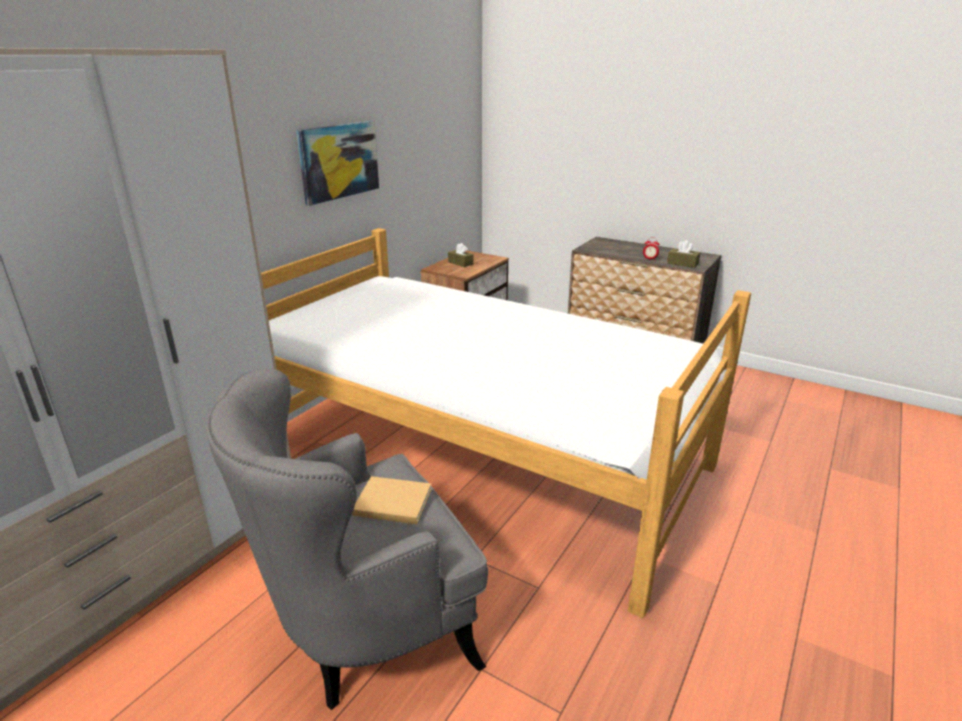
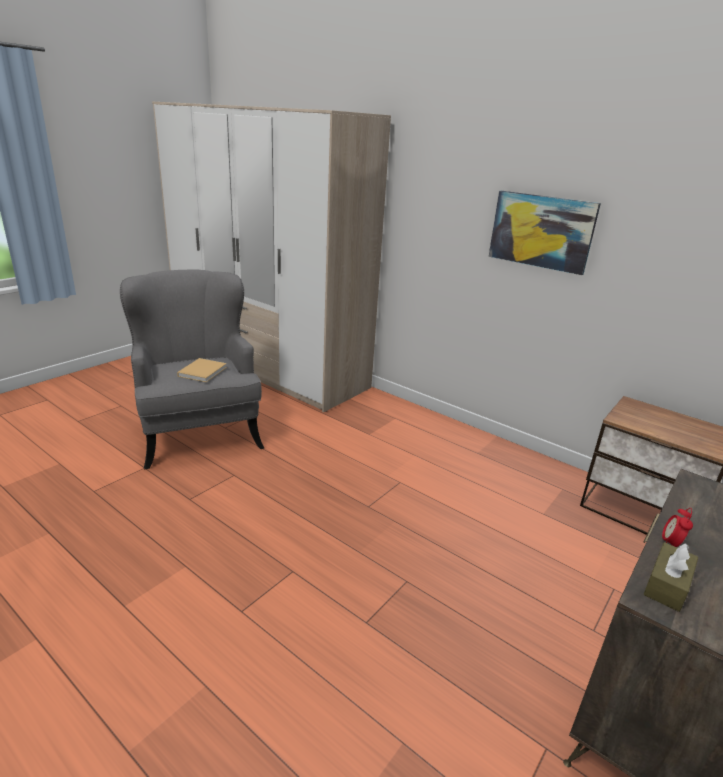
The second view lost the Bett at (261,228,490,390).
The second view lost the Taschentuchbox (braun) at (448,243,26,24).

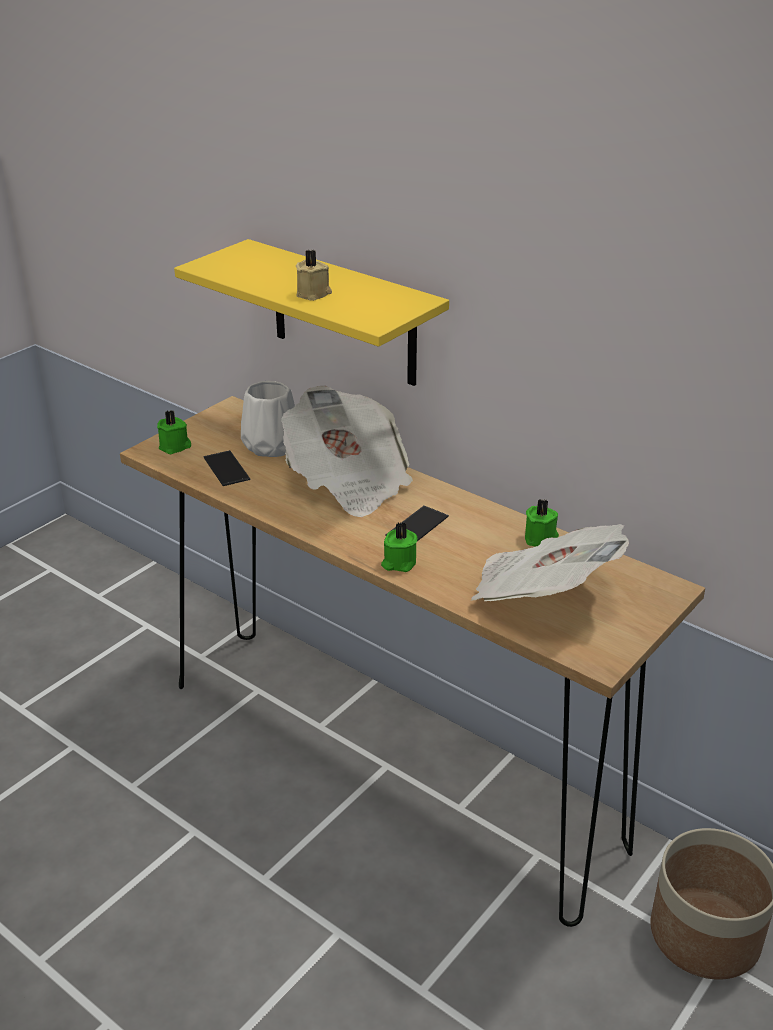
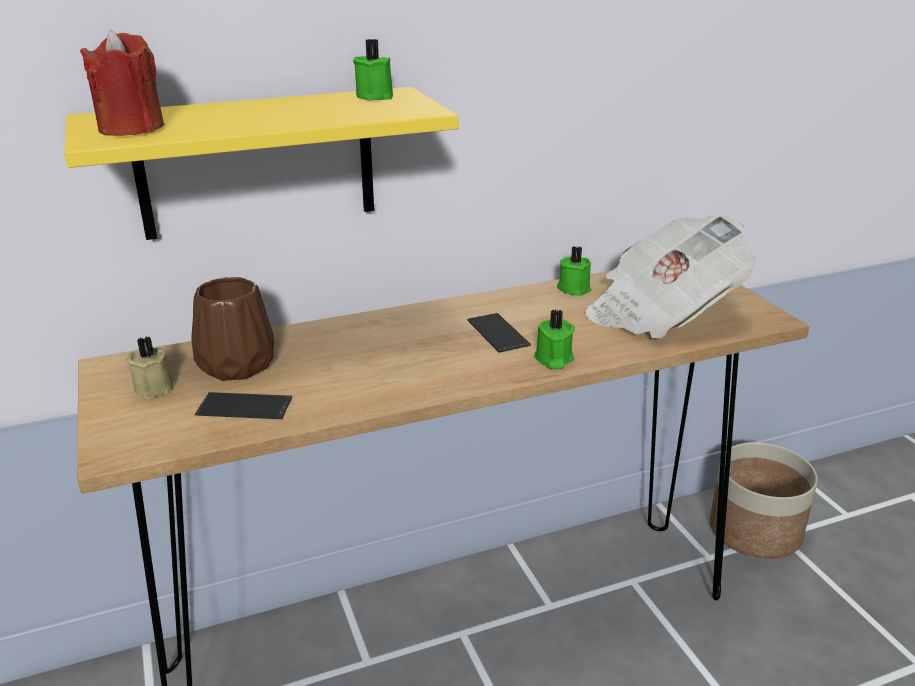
The Kerze (beige) ended up elsewhere, having gone from (296,250,36,51) to (126,336,47,63).
What was the Vase (weiß) at (241,381,54,76) turned into the Vase (braun) at (191,277,83,104).
The second view lost the Zeitung at (281,386,132,131).
The Kerze (grün) ended up elsewhere, having gone from (157,411,34,43) to (353,39,40,62).
The second view gained the Kerze (rot) at (80,30,84,106).

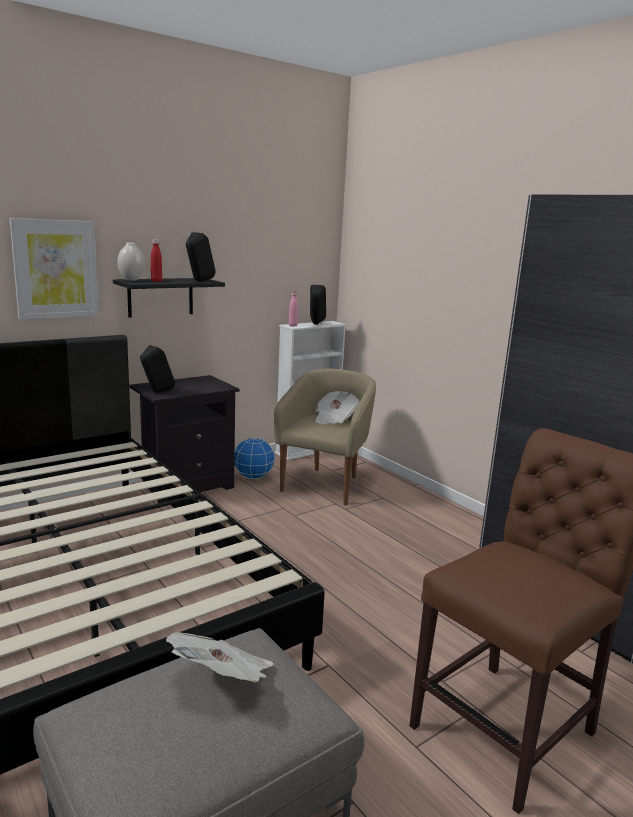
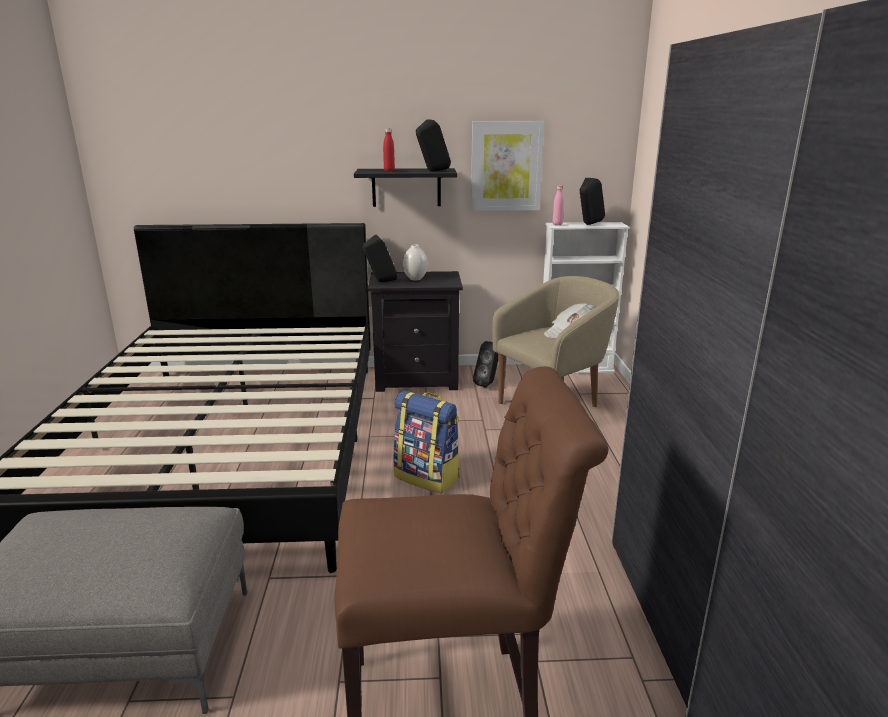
The Bild ended up elsewhere, having gone from (10,218,89,102) to (471,121,73,90).
The Vase (weiß) ended up elsewhere, having gone from (117,243,28,38) to (403,244,25,37).
Where the Globus stood at (234,437,41,42), the Lautsprecher (schwarz) came to stand at (473,341,25,47).
The second view lost the Zeitung at (166,632,108,51).
The second view gained the Rucksack at (393,391,67,103).

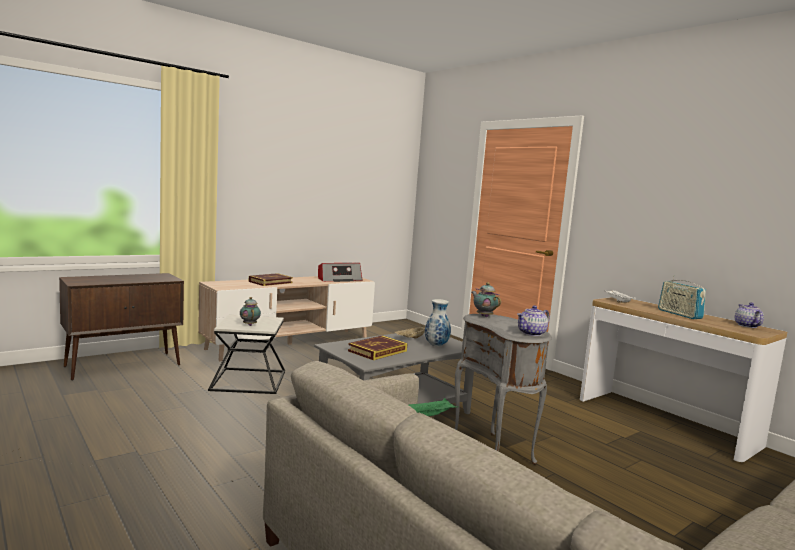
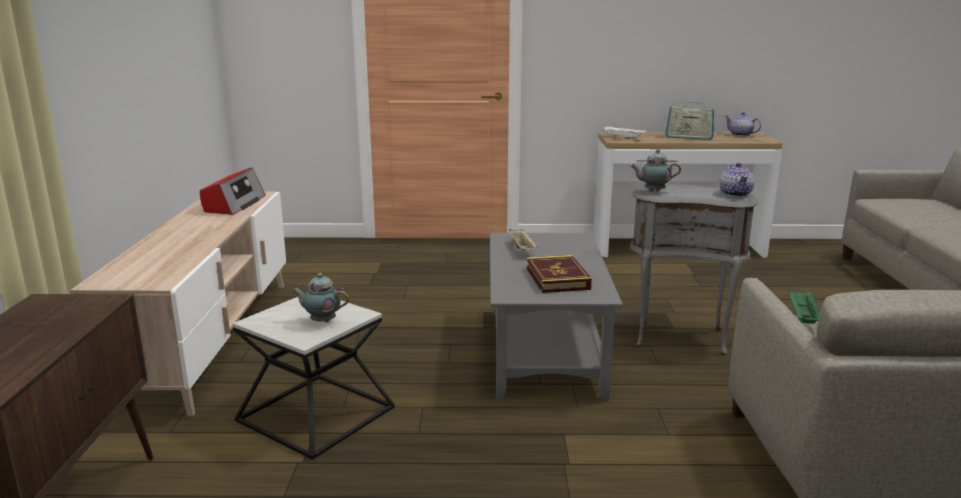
The second view lost the Buch at (249,273,44,13).
The second view lost the Vase at (425,299,26,47).

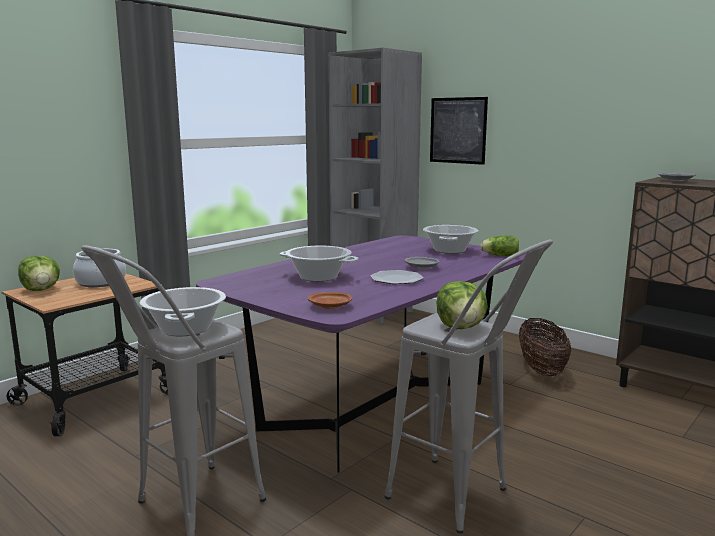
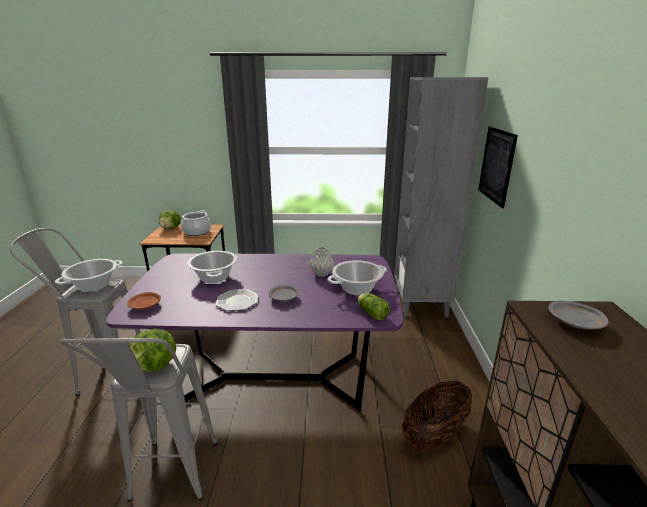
The second view gained the Vase (grau) at (309,247,25,30).

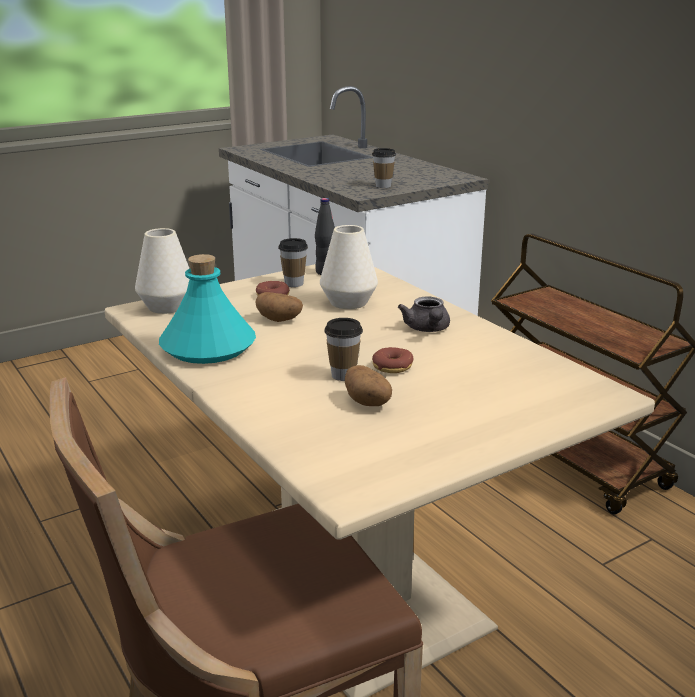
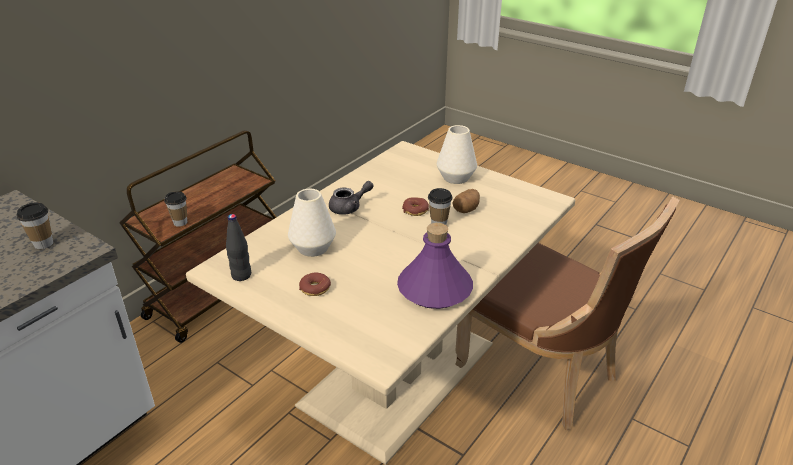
The Vase (weiß) ended up elsewhere, having gone from (135,228,54,86) to (437,125,40,59).
The Tasse ended up elsewhere, having gone from (278,238,30,49) to (164,191,23,36).
What was the Flasche (türkis) at (159,254,97,110) turned into the Flasche (lila) at (397,223,76,86).
The second view lost the Kartoffel at (255,292,48,30).

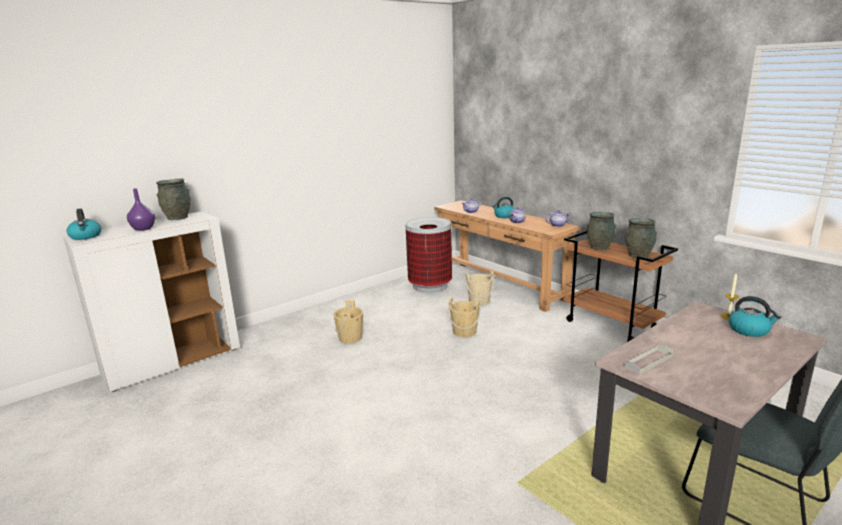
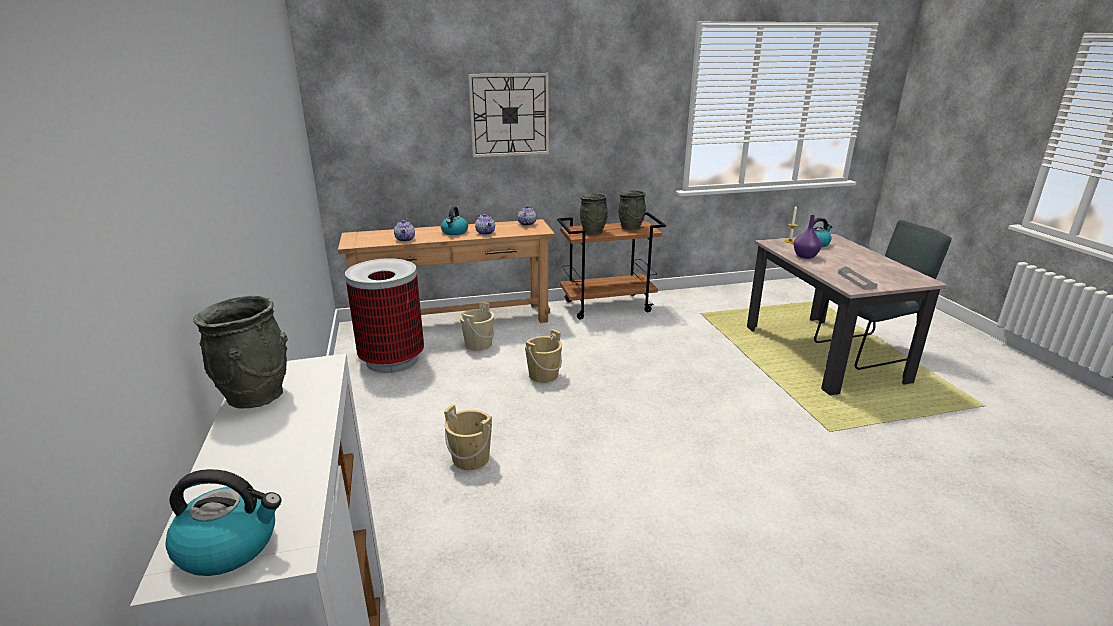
The Vase (lila) ended up elsewhere, having gone from (127,188,28,43) to (794,215,28,44).
The second view gained the Wanduhr at (468,73,81,84).

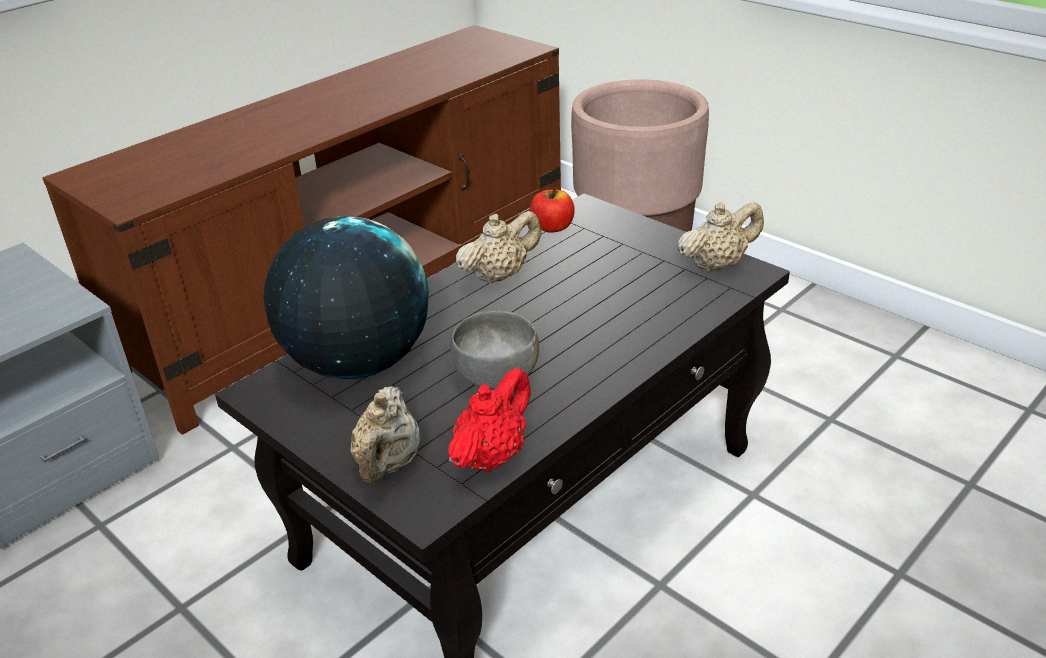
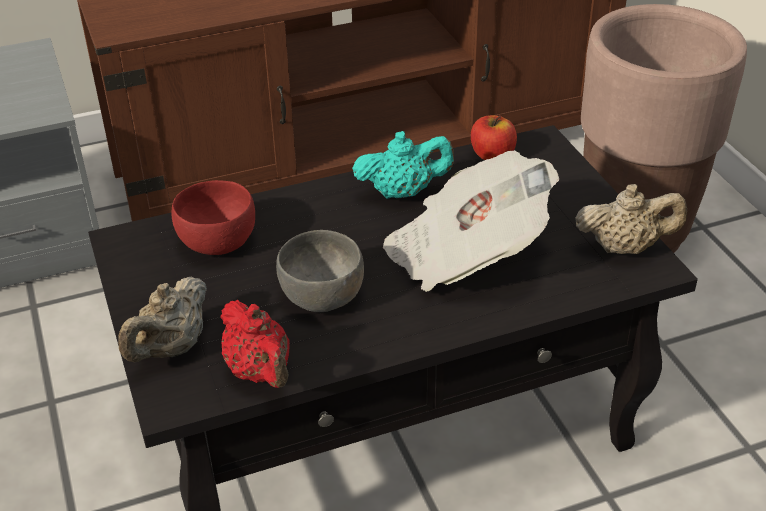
What was the Teekanne (beige) at (456,211,86,73) turned into the Teekanne (türkis) at (352,131,102,68).
Where the Globus stood at (263,216,166,163), the Schüssel (rot) came to stand at (171,180,84,75).
The Teekanne (rot) at (448,368,83,104) ended up facing another way, 90 degrees clockwise from before.
The second view gained the Zeitung at (383,150,176,142).

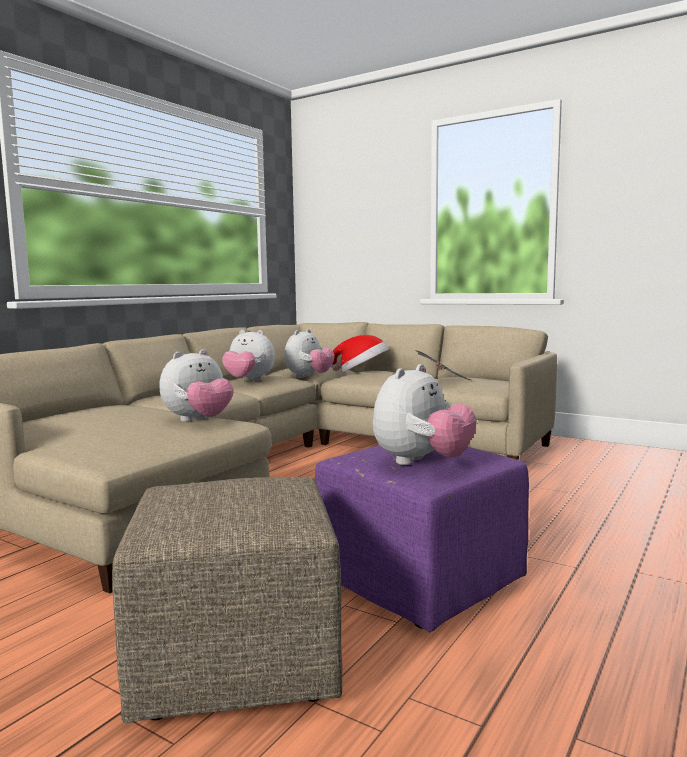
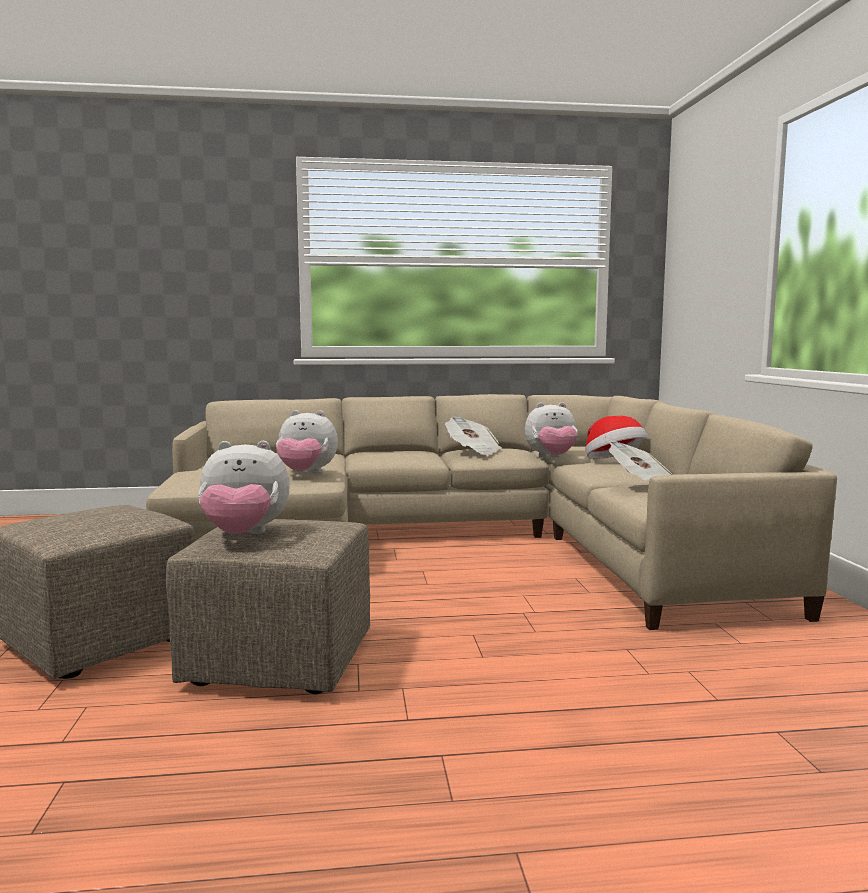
Where the Plüschtier stood at (222,330,53,51), the Zeitung came to stand at (445,417,57,39).
What was the Polsterhocker (lila) at (315,445,214,188) turned into the Polsterhocker (beige) at (166,519,204,175).

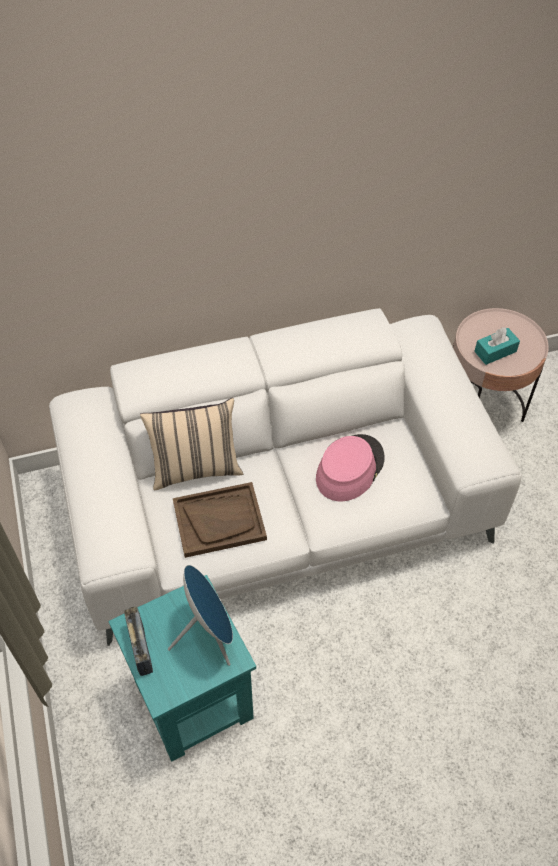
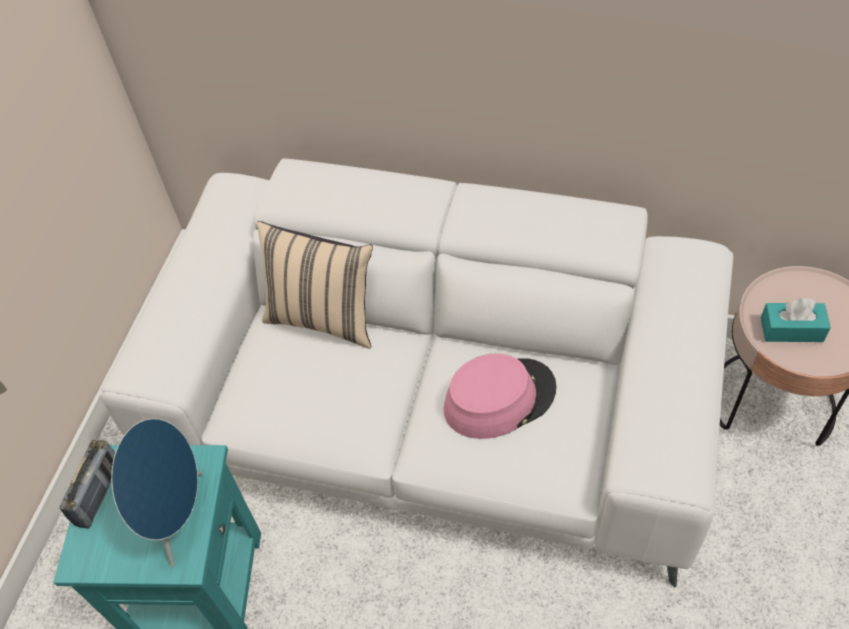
The second view lost the Tablett (braun) at (173,482,94,76).

